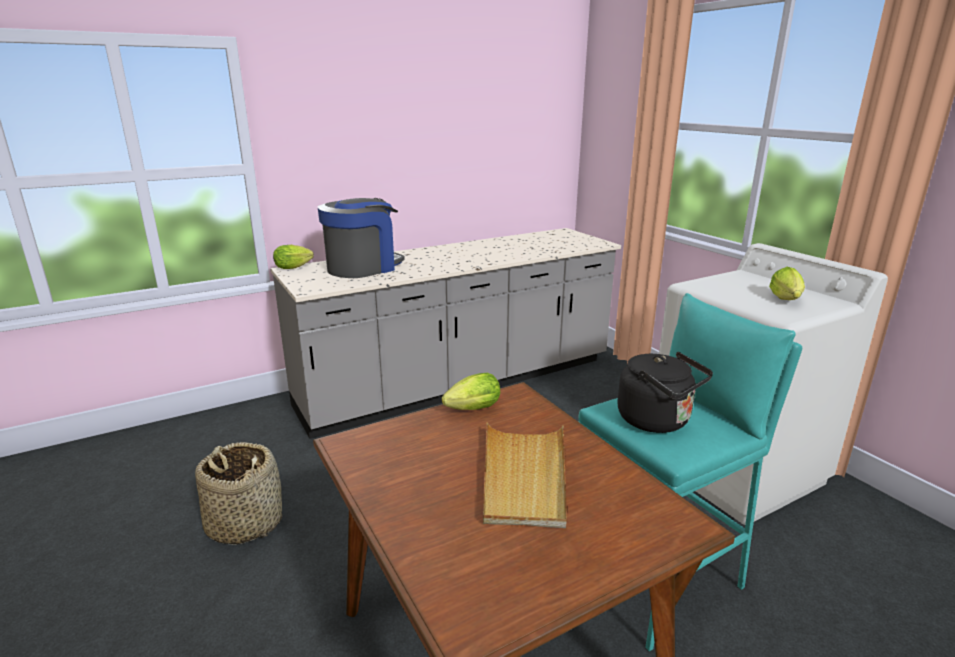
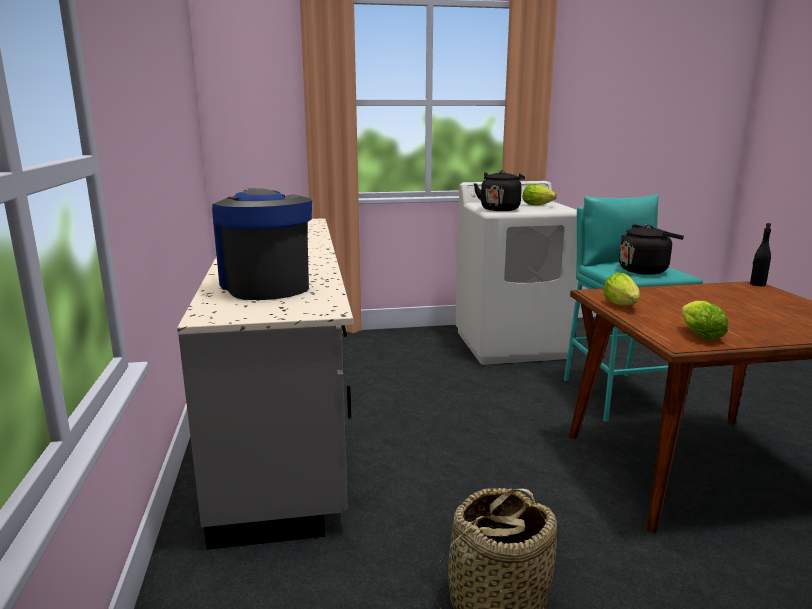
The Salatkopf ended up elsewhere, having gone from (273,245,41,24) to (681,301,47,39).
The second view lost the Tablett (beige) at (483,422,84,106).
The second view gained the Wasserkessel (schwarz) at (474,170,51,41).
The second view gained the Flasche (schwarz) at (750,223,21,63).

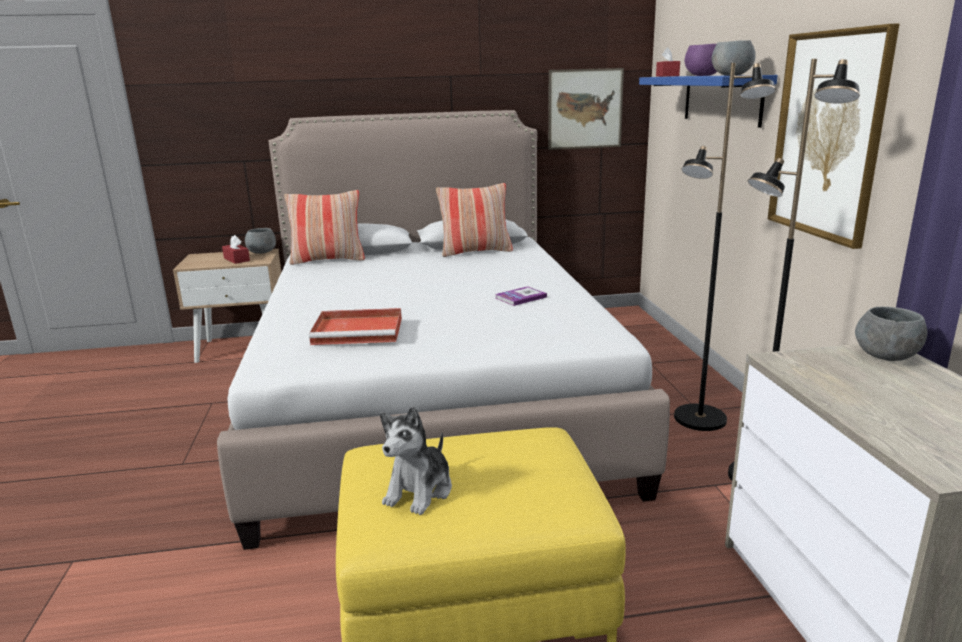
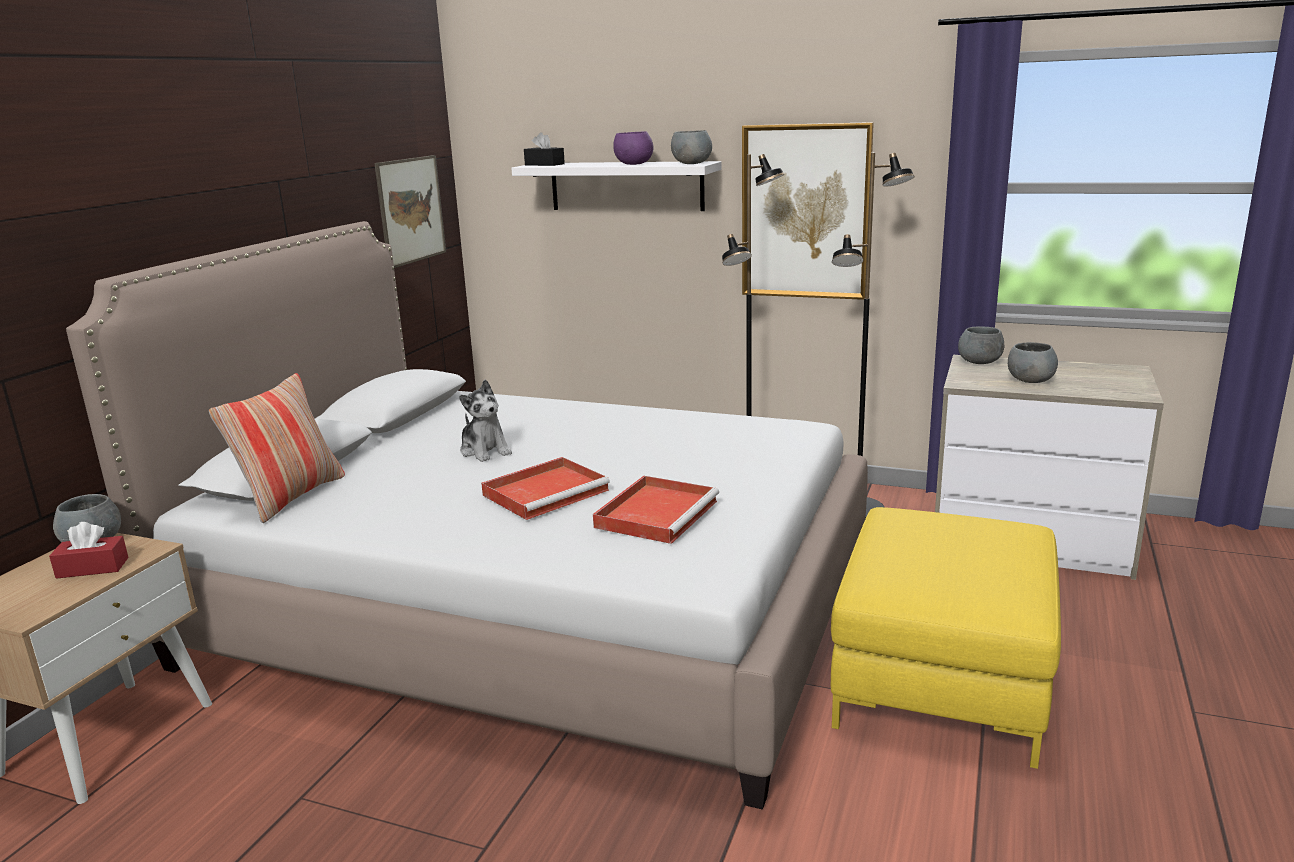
What was the Taschentuchbox (rot) at (656,47,24,30) turned into the Taschentuchbox (schwarz) at (524,132,41,34).
What was the Wandregal (blau) at (639,75,139,53) turned into the Wandregal (weiß) at (511,161,210,50).
The second view lost the Kissen at (436,183,77,74).
The second view lost the Buch at (495,286,52,20).
The Plüschtier ended up elsewhere, having gone from (380,406,72,109) to (459,379,53,83).
The second view gained the Schüssel (grau) at (1008,342,50,41).
The second view gained the Tablett (rot) at (481,457,129,63).

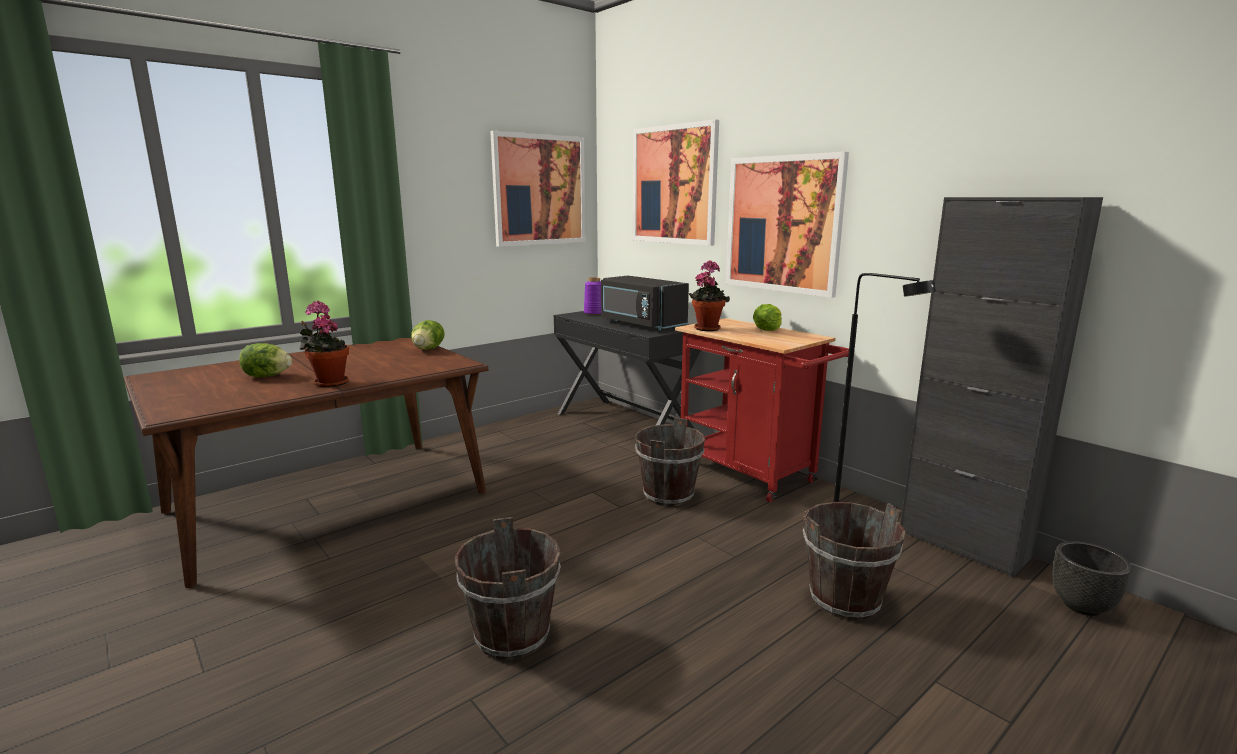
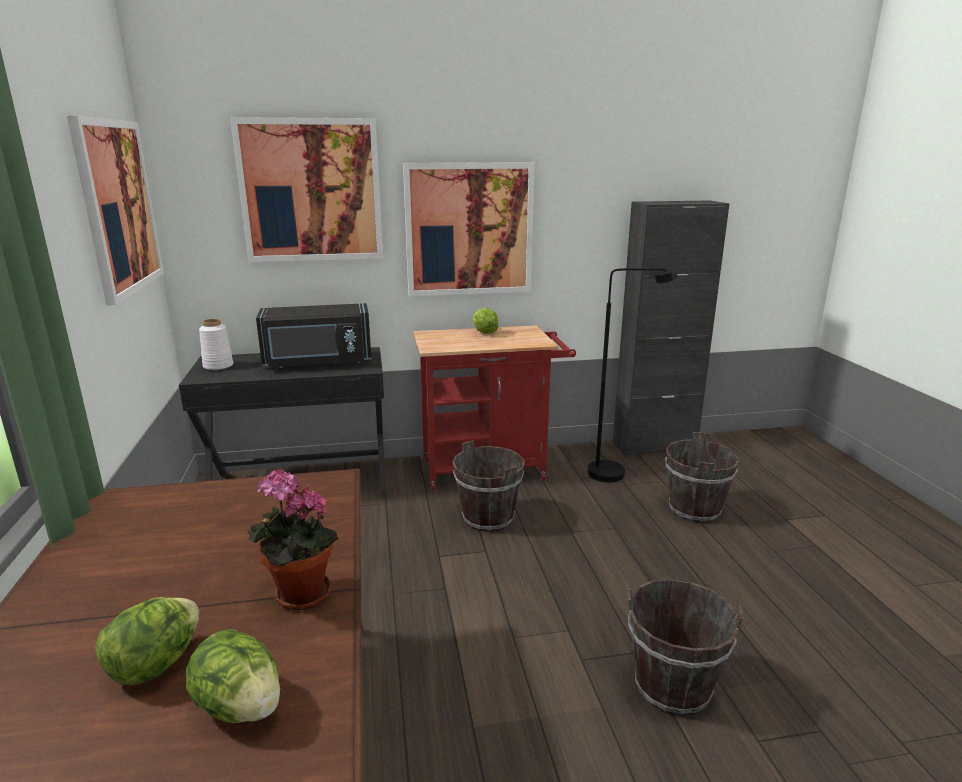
The second view lost the Topfpflanze at (689,260,41,71).
What was the Vase (lila) at (584,277,17,38) turned into the Vase (weiß) at (199,319,34,51).
The Salatkopf ended up elsewhere, having gone from (411,320,34,30) to (186,629,94,94).
The second view lost the Pflanzkübel (schwarz) at (1052,541,80,75).

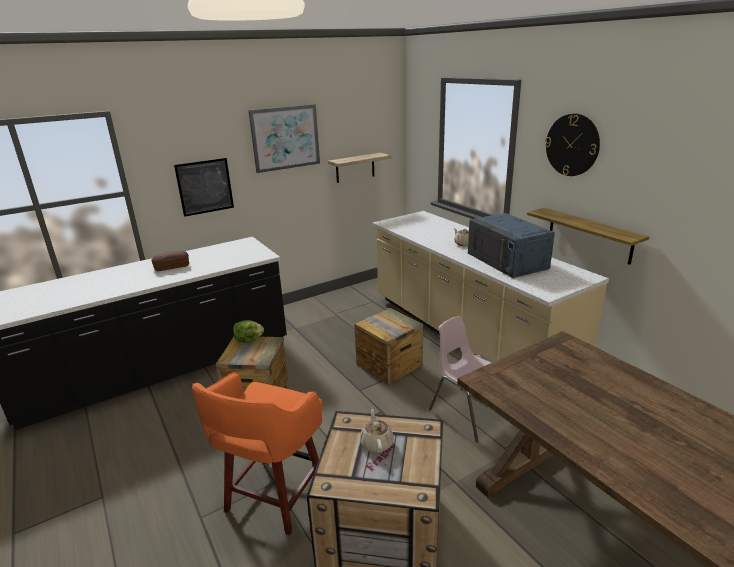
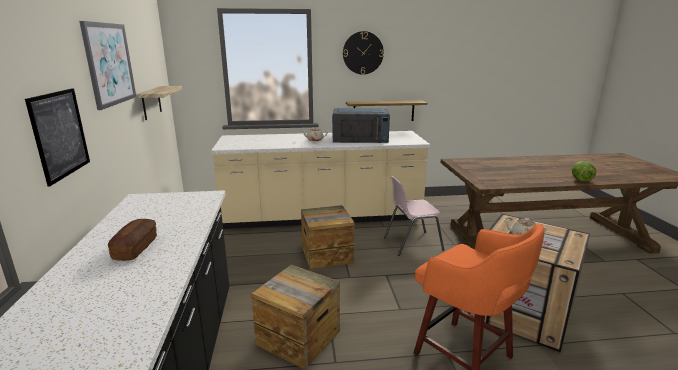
The Salatkopf ended up elsewhere, having gone from (233,320,31,23) to (572,161,24,21).

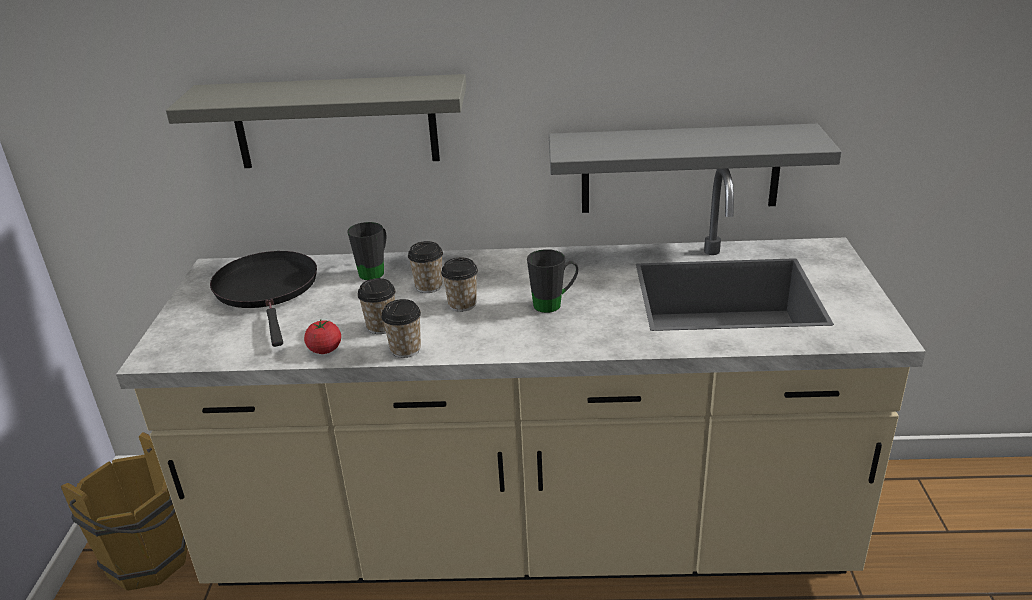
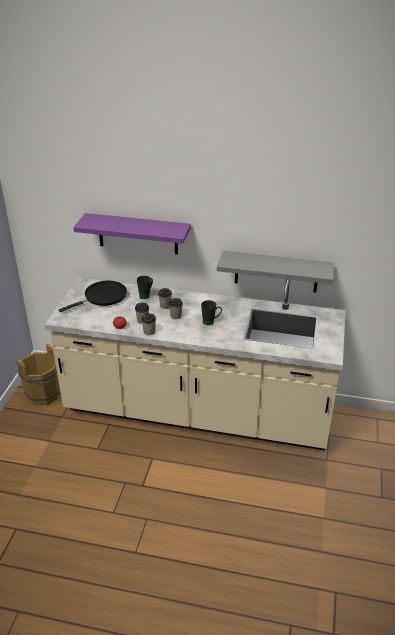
What was the Wandregal (grau) at (166,74,300,94) turned into the Wandregal (lila) at (73,213,118,42).
The Pfanne (schwarz) at (210,251,107,96) ended up facing another way, 60 degrees clockwise from before.

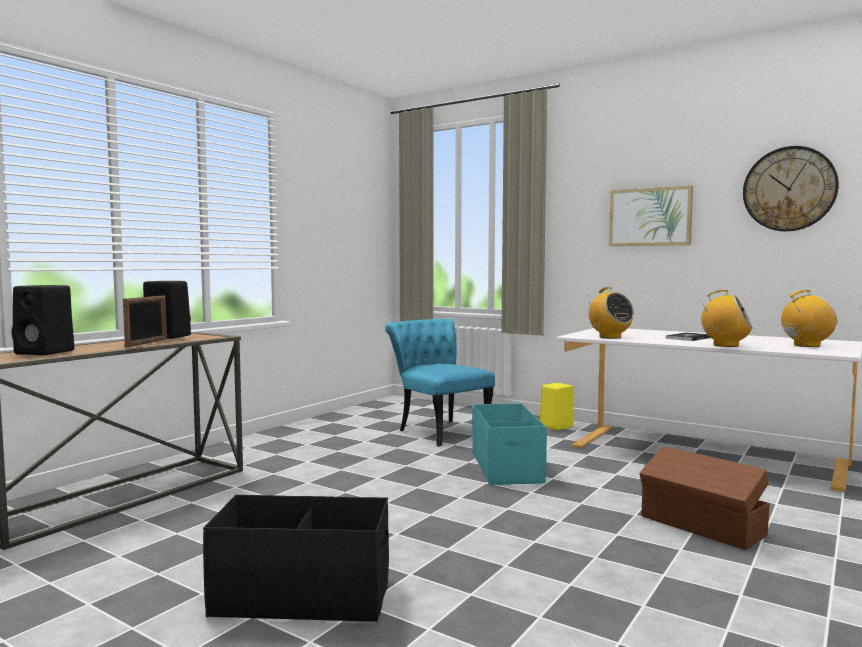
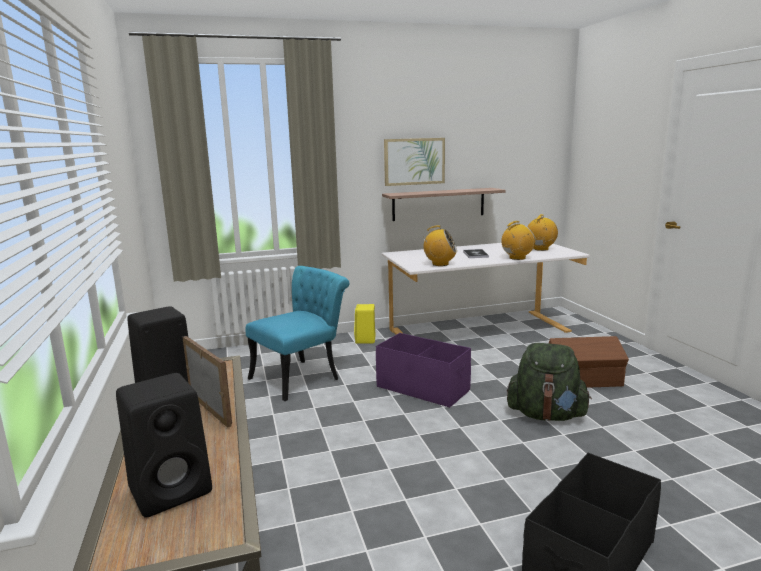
The second view lost the Wanduhr at (743,146,96,85).
The Stuhl (türkis) at (385,319,110,127) ended up facing another way, 135 degrees clockwise from before.
What was the Aufbewahrungsbox (türkis) at (472,403,75,82) turned into the Aufbewahrungsbox (lila) at (376,333,95,75).
The second view gained the Wandregal at (382,188,124,33).
The second view gained the Rucksack (grün) at (507,343,85,78).

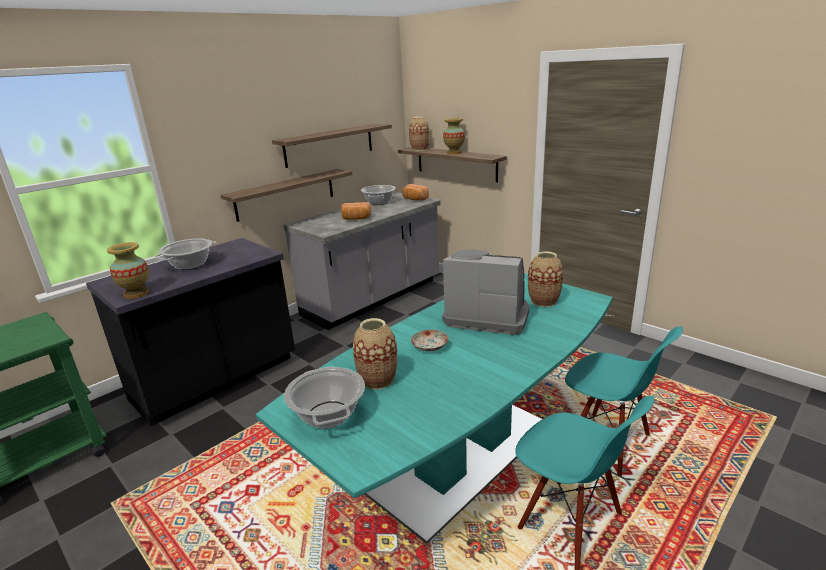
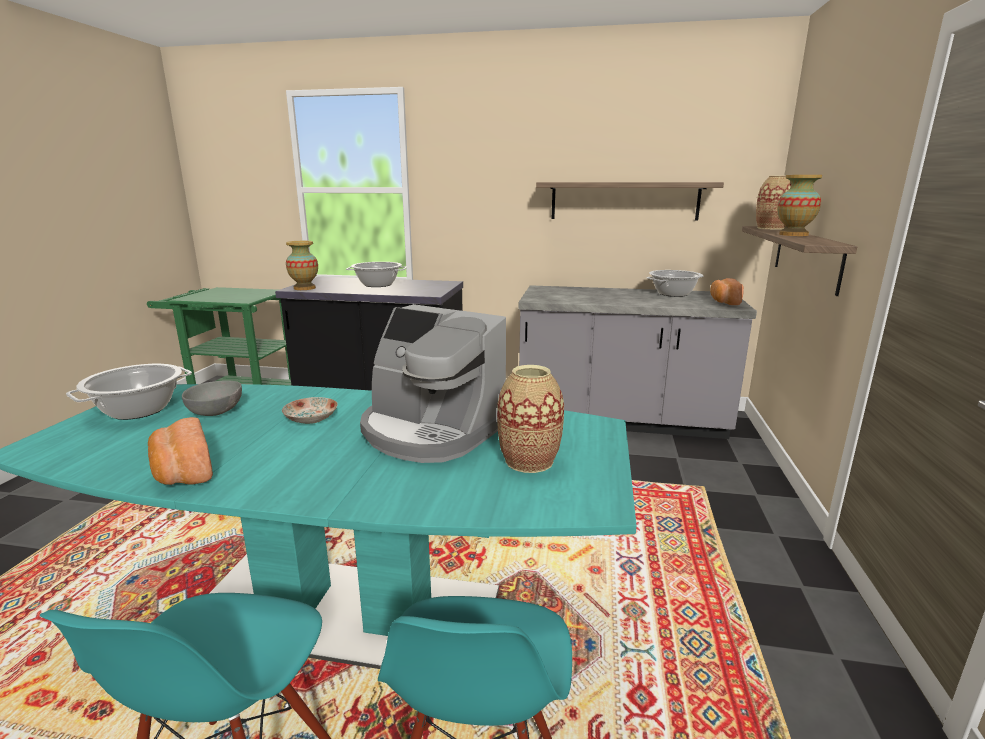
The second view lost the Wandregal at (221,169,131,53).
The Brot ended up elsewhere, having gone from (341,202,30,18) to (148,417,65,68).
The Kaffeemaschine at (442,249,87,86) ended up facing another way, 135 degrees clockwise from before.
Where the Vase stood at (353,318,44,71), the Schüssel (grau) came to stand at (182,380,60,36).

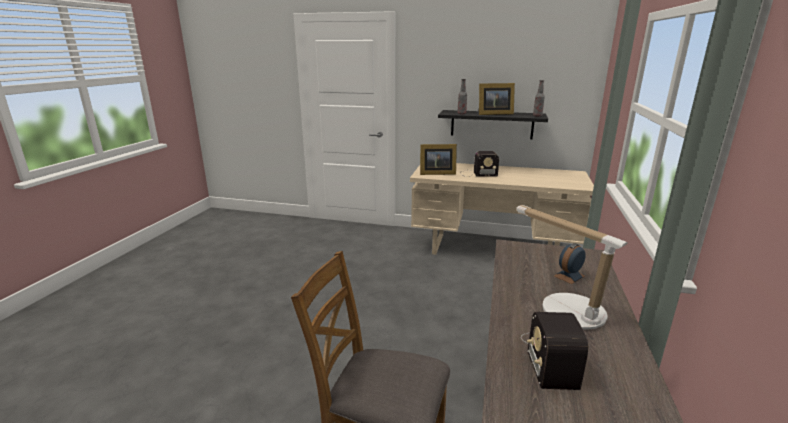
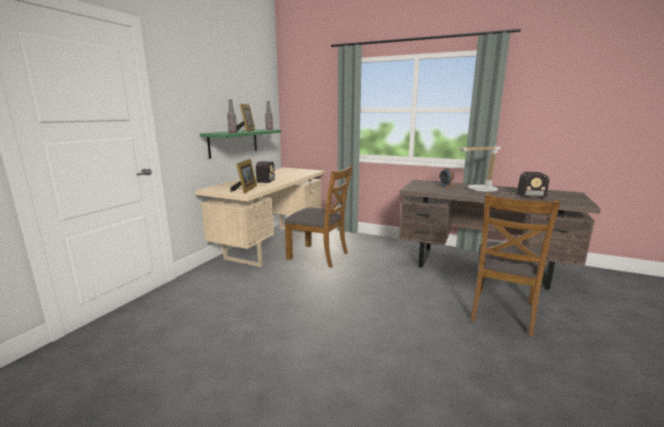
What was the Wandregal (schwarz) at (438,110,110,29) turned into the Wandregal (grün) at (200,129,81,29).
The second view gained the Stuhl (braun) at (284,165,69,103).

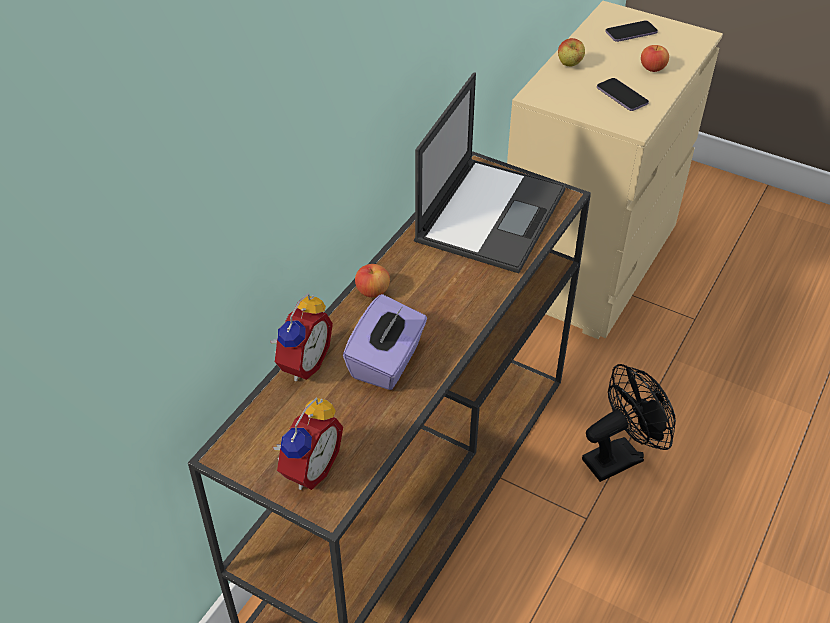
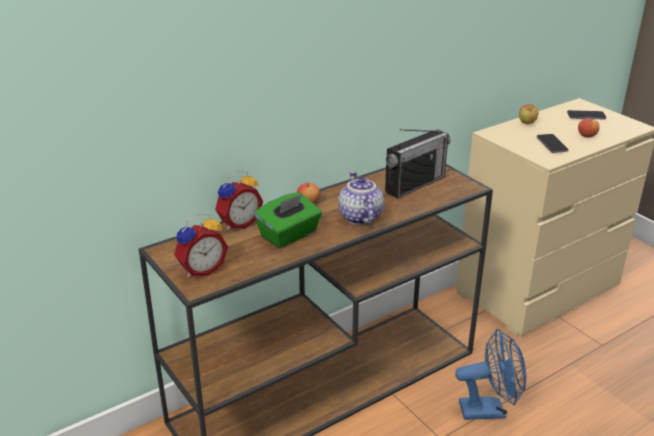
Where the Laptop stood at (414,72,152,201), the Radio came to stand at (385,129,66,70).
What was the Taschentuchbox (lila) at (343,294,84,96) turned into the Taschentuchbox (grün) at (254,193,68,55).
What was the Ventilator (schwarz) at (582,364,94,118) turned into the Ventilator (blau) at (455,329,72,91).
The second view gained the Teekanne at (338,171,46,54).

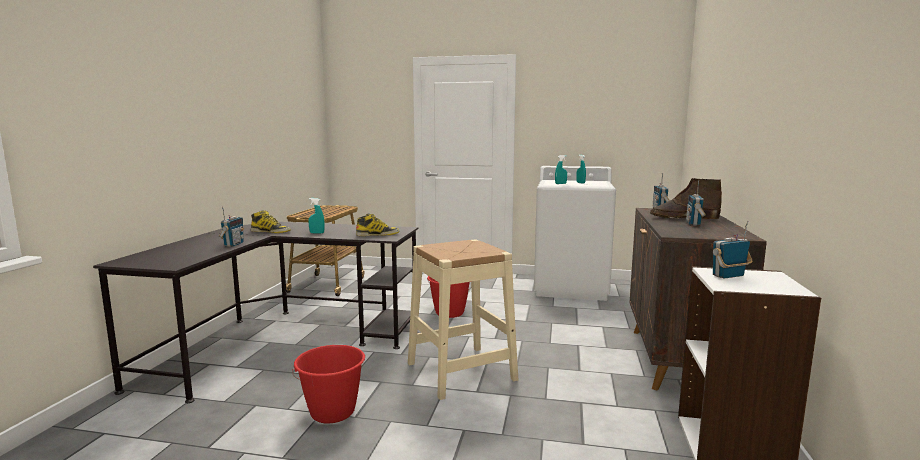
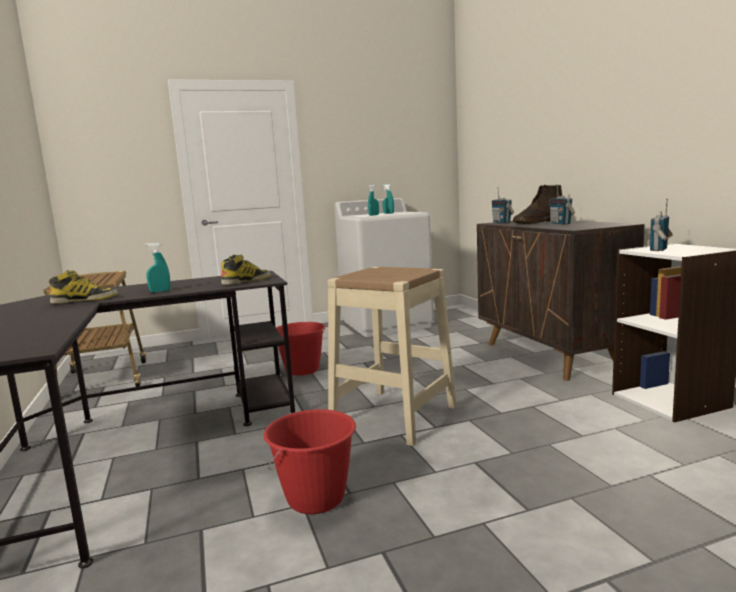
The second view lost the Radio at (219,206,25,41).

